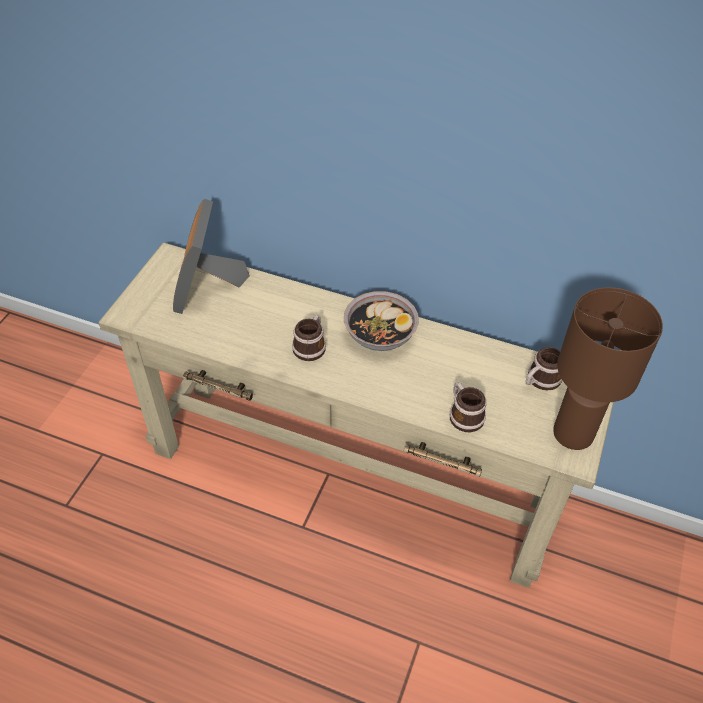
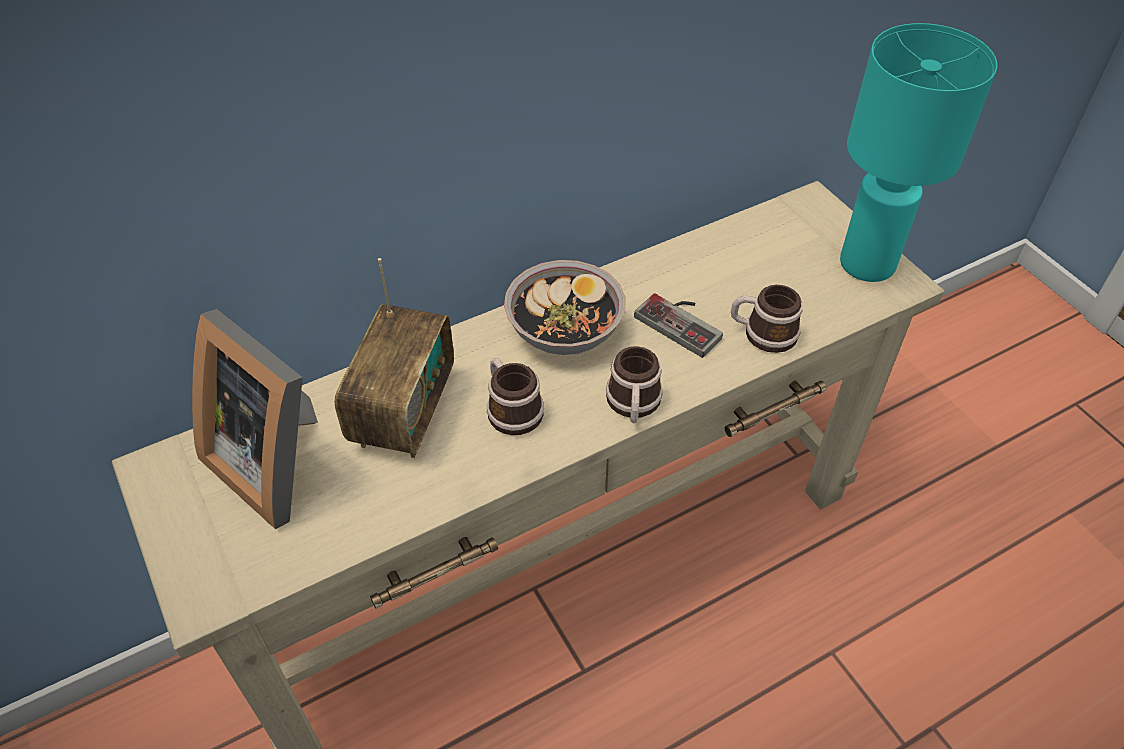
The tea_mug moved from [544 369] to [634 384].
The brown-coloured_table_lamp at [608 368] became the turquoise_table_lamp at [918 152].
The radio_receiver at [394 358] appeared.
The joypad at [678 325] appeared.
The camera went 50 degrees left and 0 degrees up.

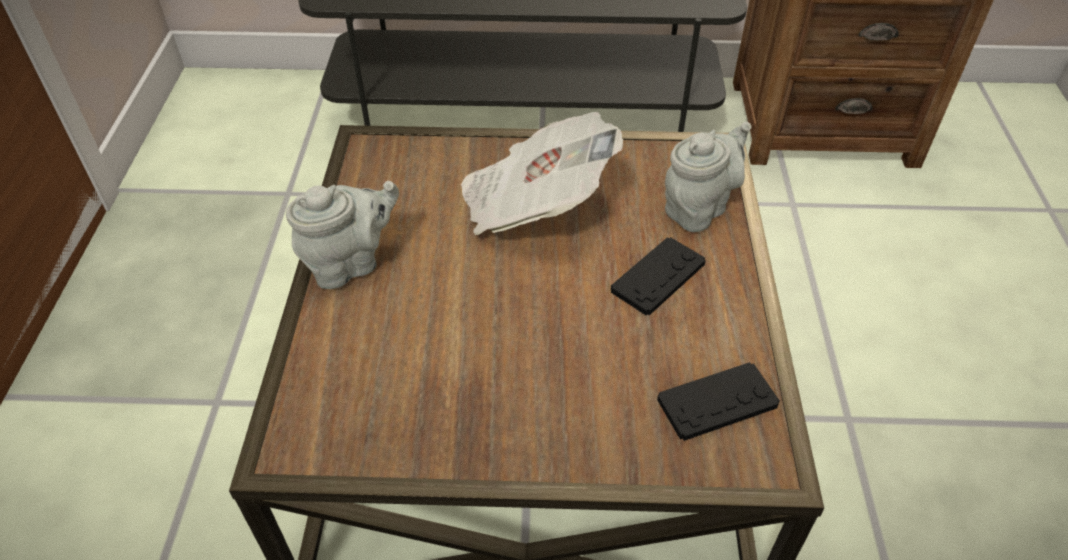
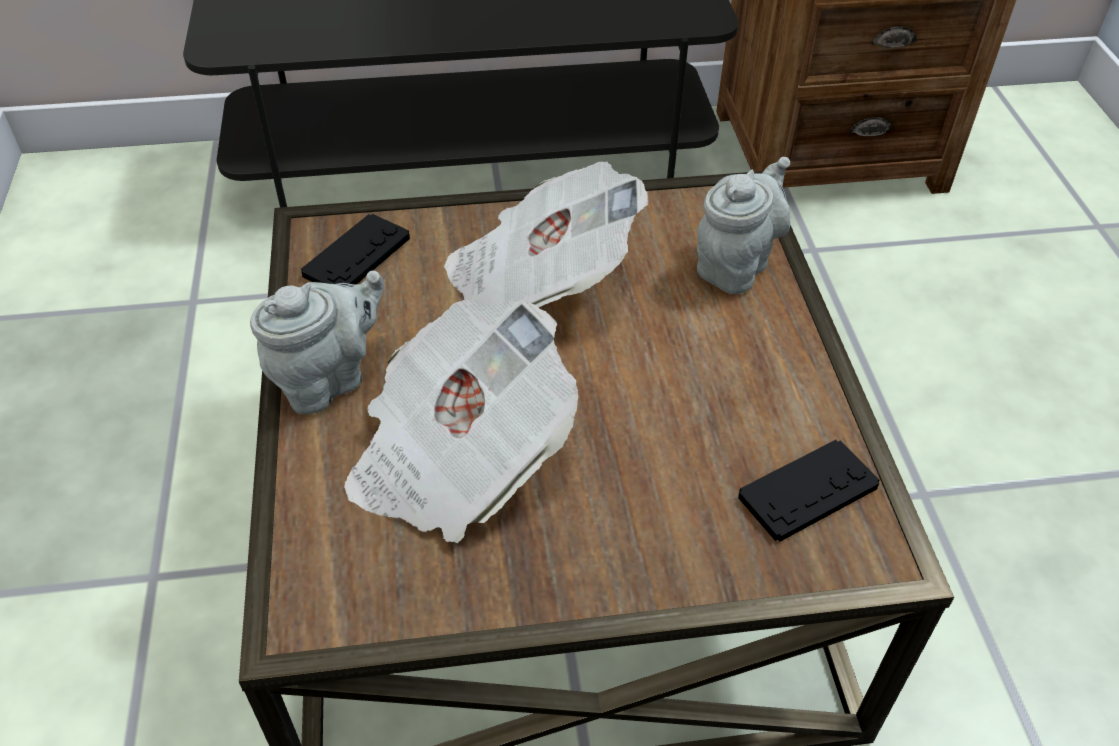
The black_joypad moved from [658 276] to [355 249].
The printed_paper at [461 421] appeared.
The camera went 10 degrees left and 0 degrees up.

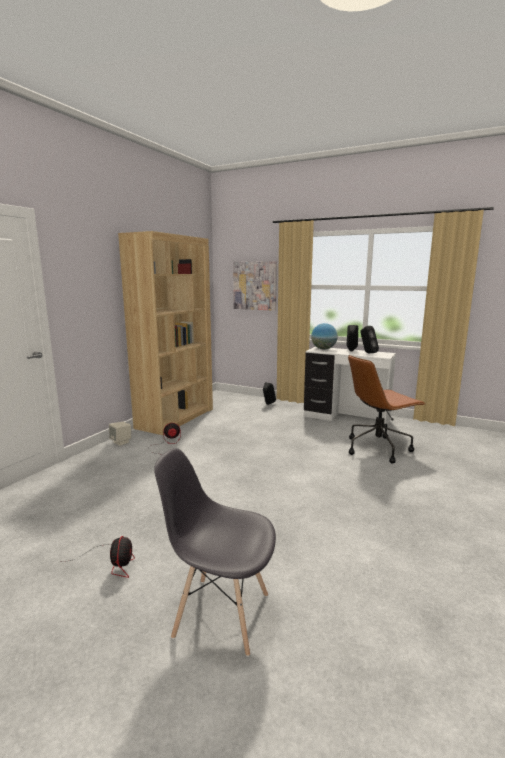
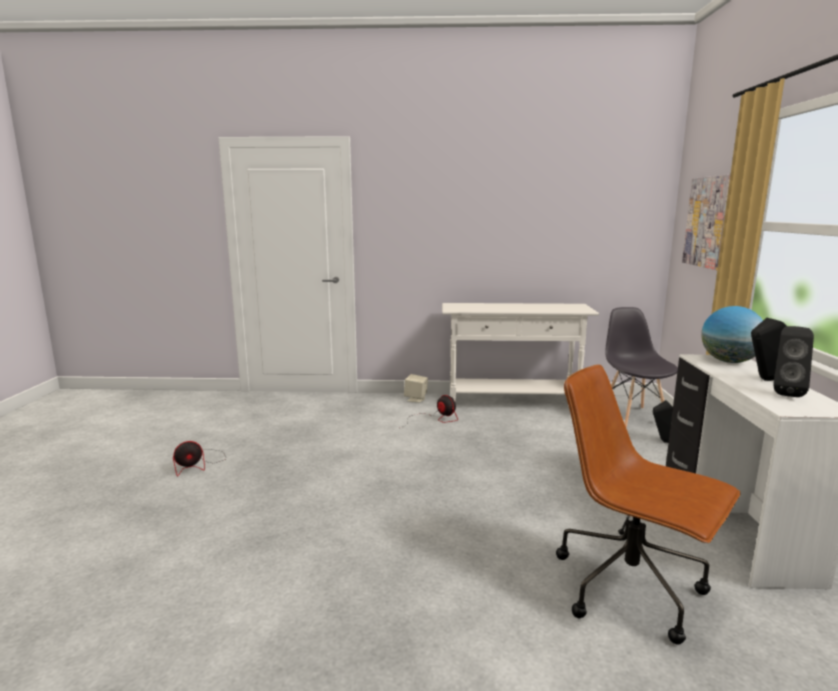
The brown-coloured_bookshelf at [165 333] was replaced by the whitish_narrow_table at [520 352].
The gray_chair moved from [215 552] to [641 367].
The camera went 65 degrees right and 0 degrees up.

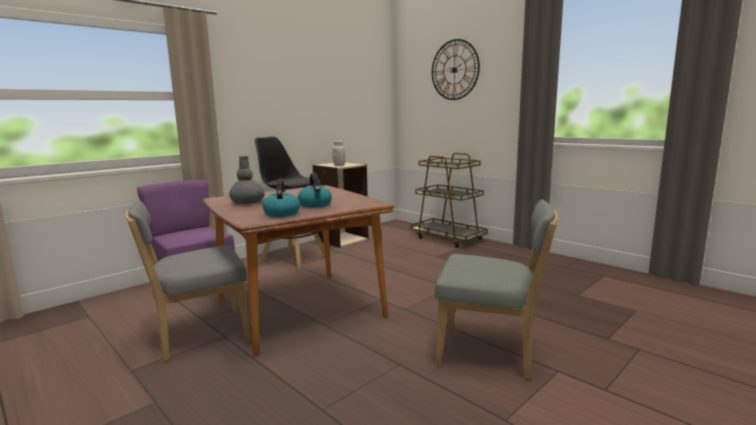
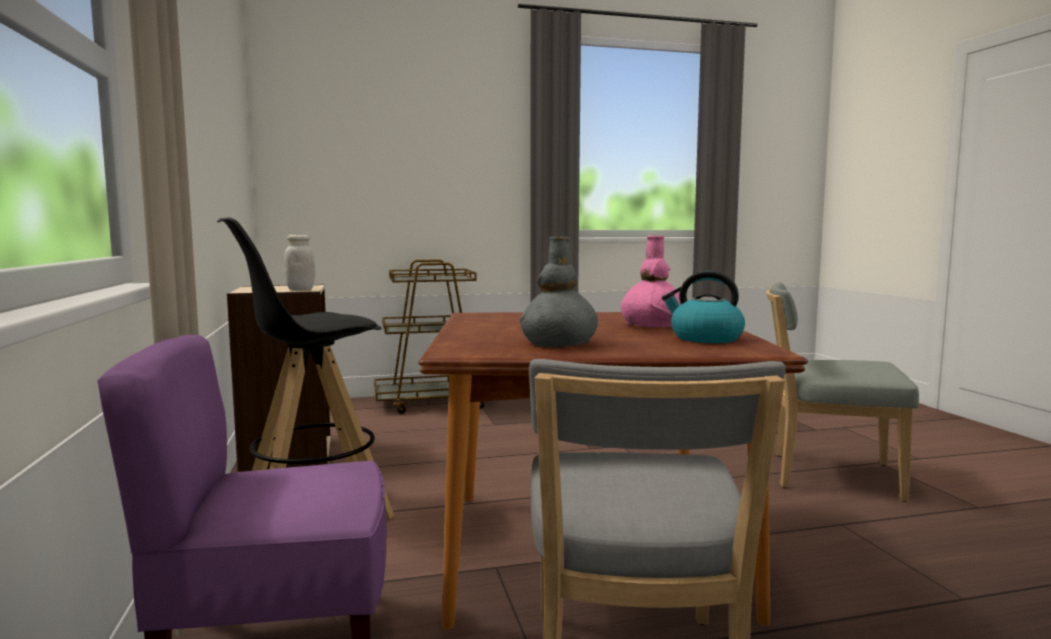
The kettle at [315 190] was replaced by the pink-coloured_vase at [651 281].
The clock_on_the_wall at [456 69] disappeared.
The gray_chair at [496 289] turned 120 degrees counterclockwise.
The camera went 60 degrees left and 5 degrees down.

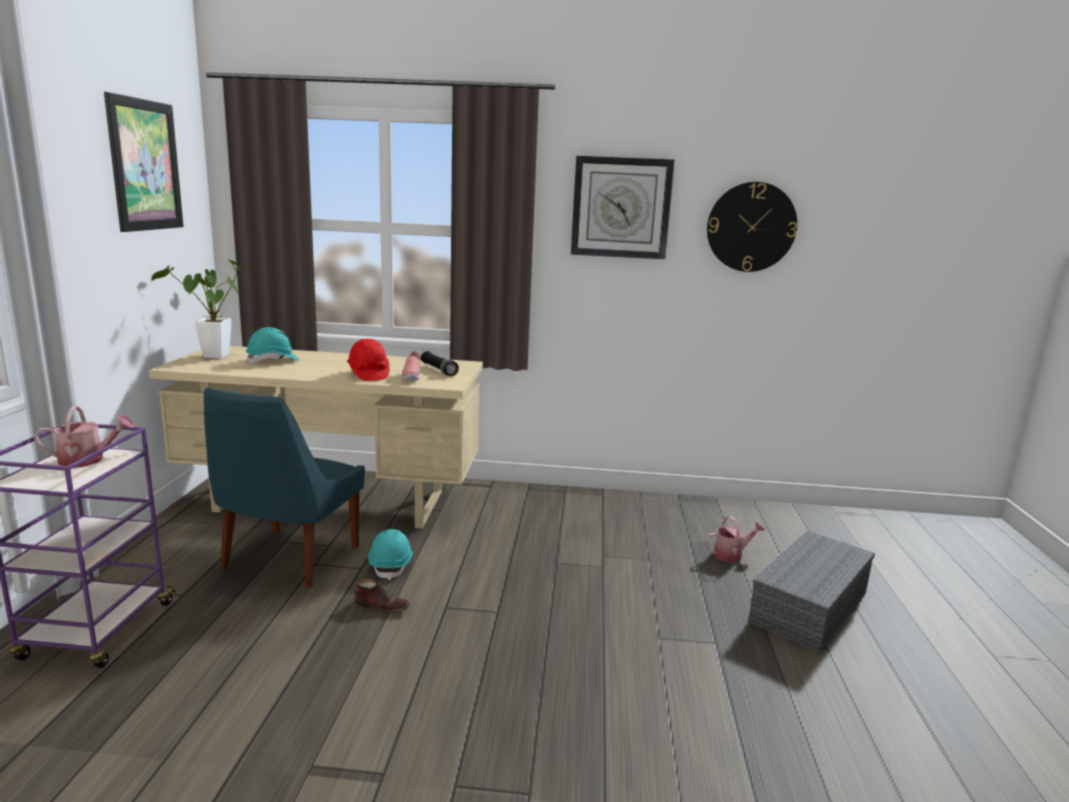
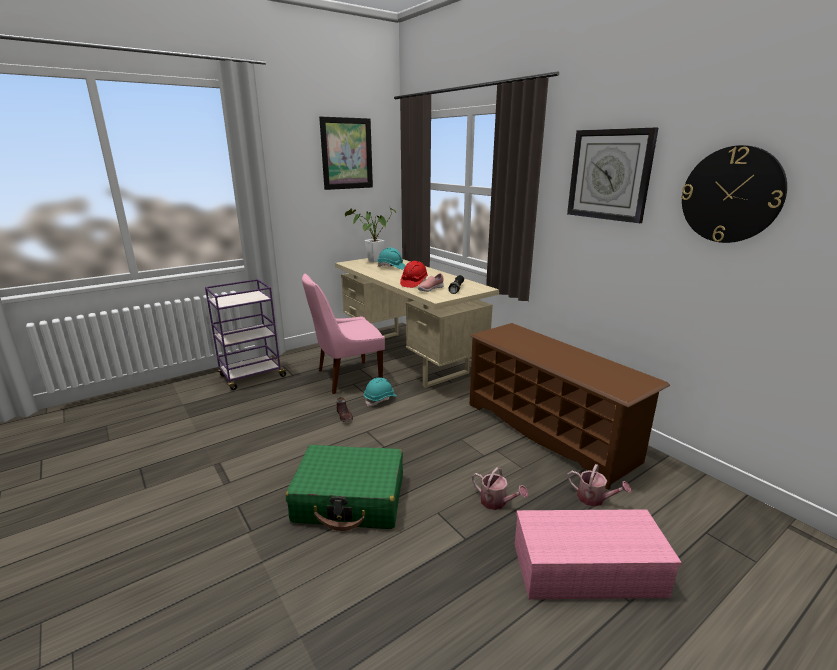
The sprinkling_can moved from [84 436] to [500 488].
The blue_chair at [284 488] became the pink-coloured_chair at [343 334].
The gray_storage_bin at [811 591] became the pink-coloured_storage_bin at [598 554].
The green-coloured_suitcase at [344 488] appeared.
The brown-coloured_shoe_shelf at [569 406] appeared.
The camera went 50 degrees right and 5 degrees up.

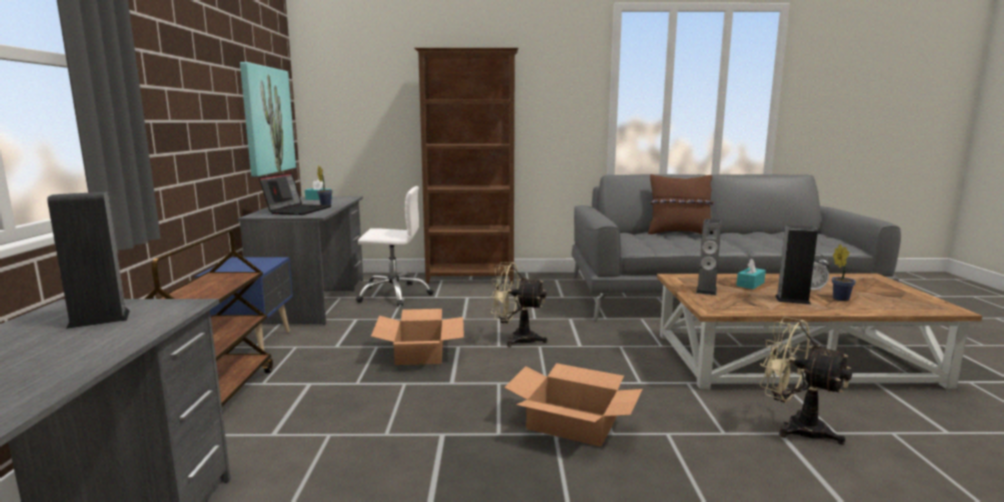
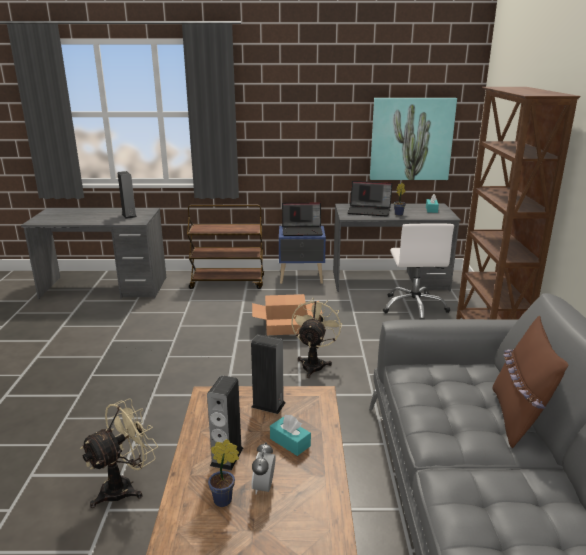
The cardboard_box at [573 405] disappeared.
The laptop at [302 219] appeared.
The camera went 90 degrees right and 10 degrees up.

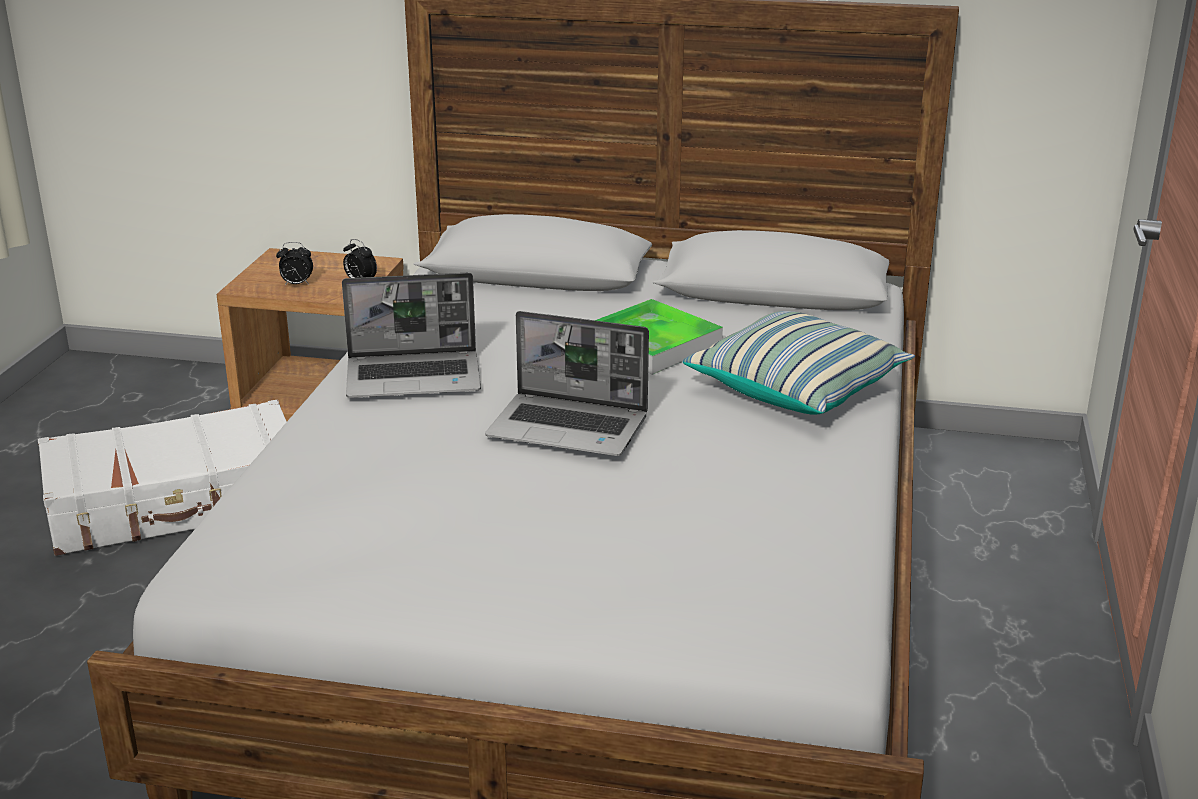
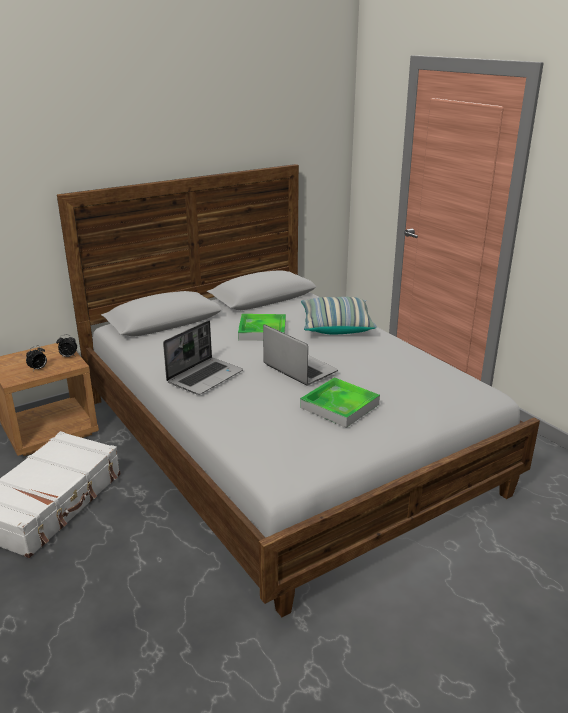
The laptop at [567 383] turned 105 degrees counterclockwise.
The serving_tray at [340 402] appeared.
The camera went 45 degrees left and 0 degrees up.

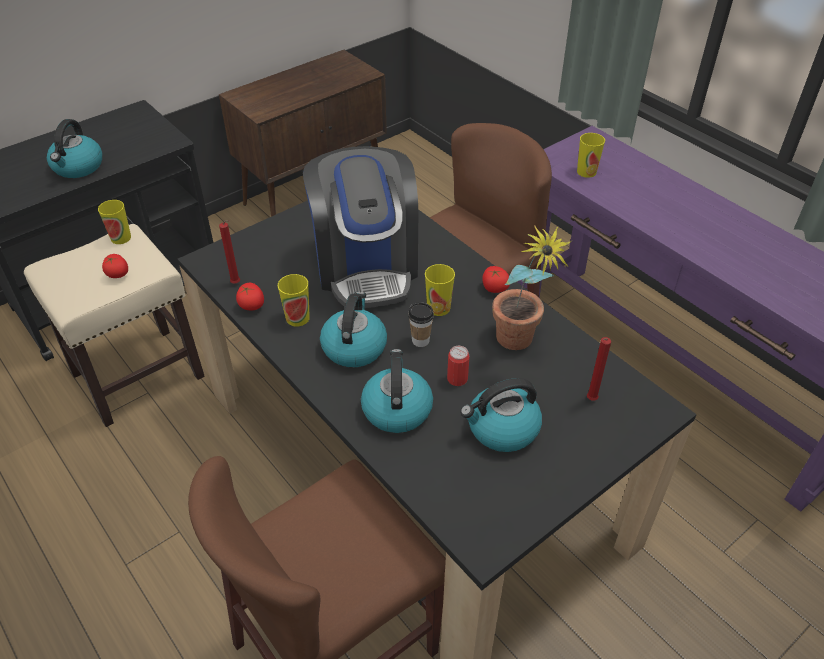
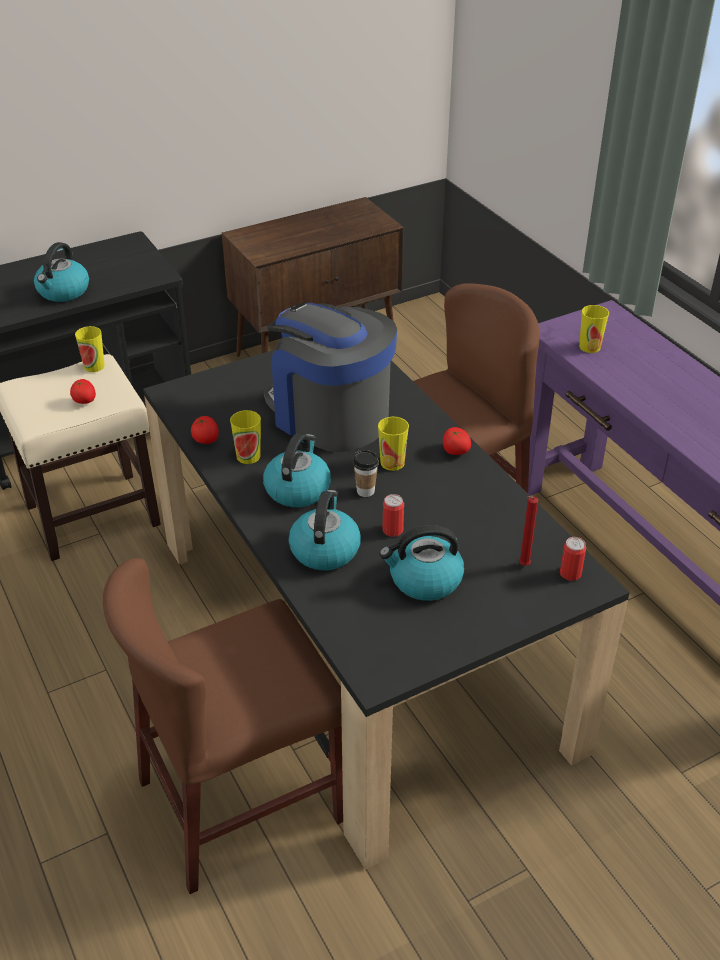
The red_candle at [229 252] disappeared.
The coffee_maker at [360 227] turned 135 degrees clockwise.
The plant_in_a_pot at [532 287] disappeared.
The can at [573 559] appeared.
The camera went 10 degrees right and 5 degrees down.

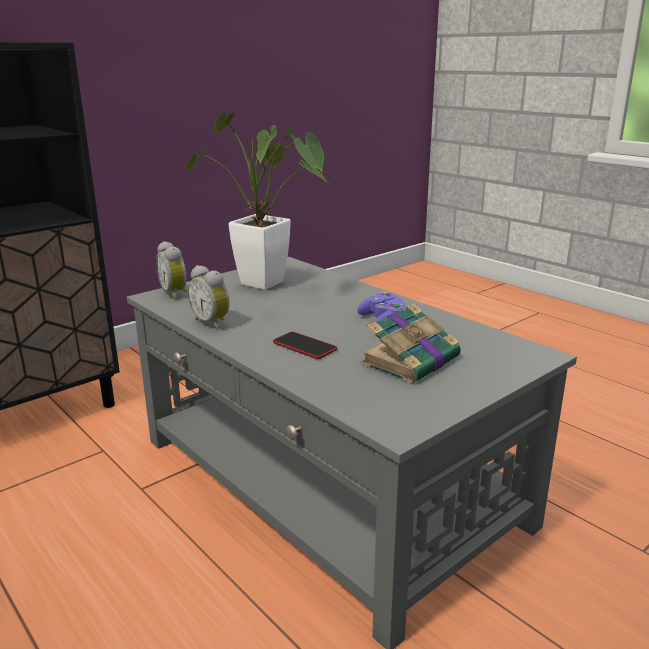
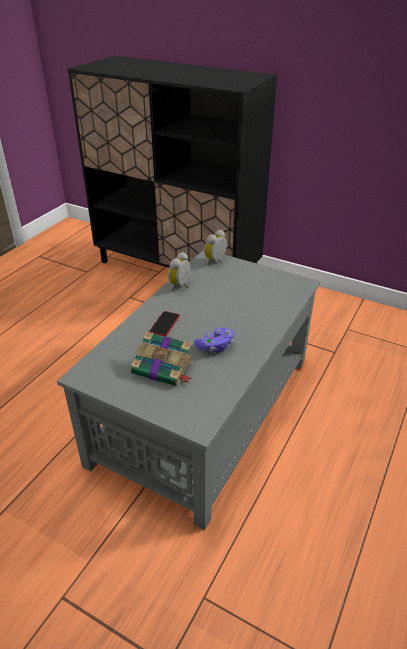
The plant_in_a_pot at [257 201] disappeared.
The camera went 70 degrees right and 15 degrees up.

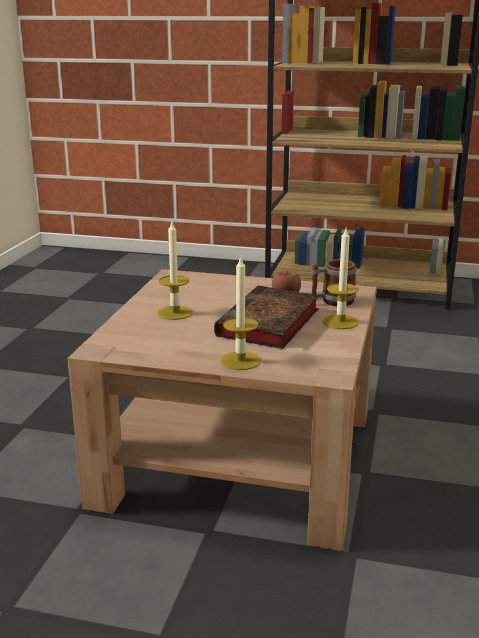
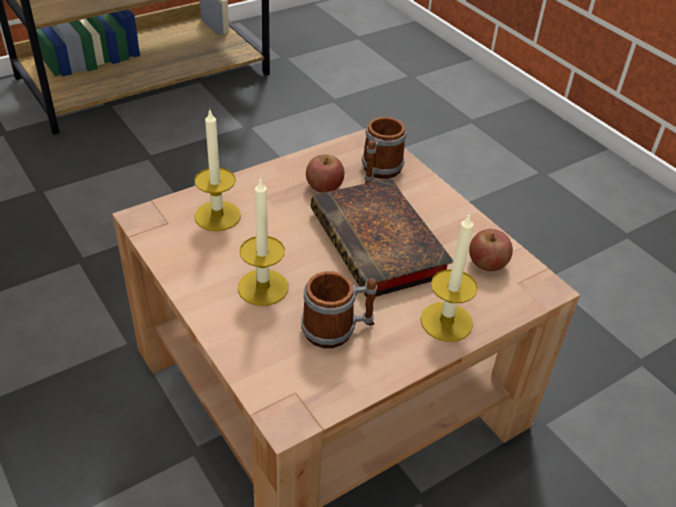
The candle moved from [341 278] to [217 170].
The tea_mug at [339 309] appeared.
The apple at [491 250] appeared.
The camera went 50 degrees left and 20 degrees up.

